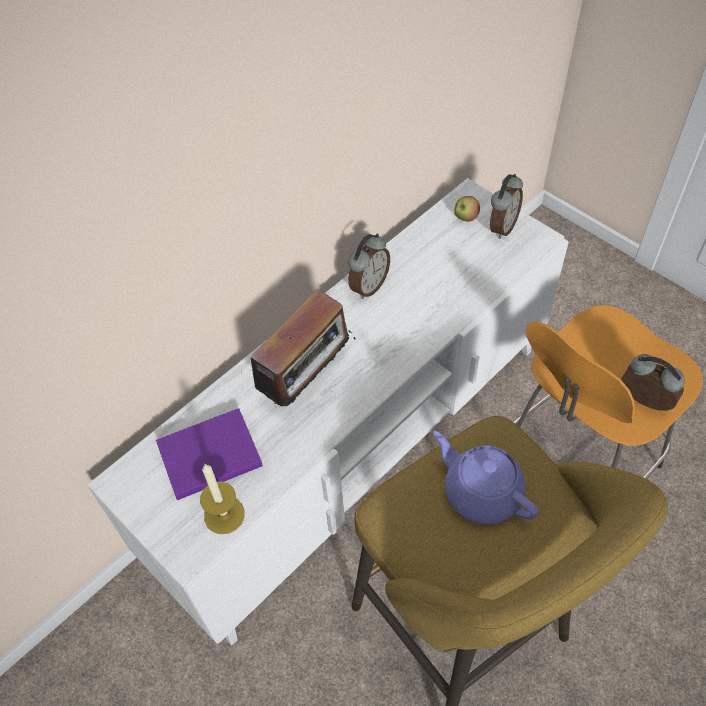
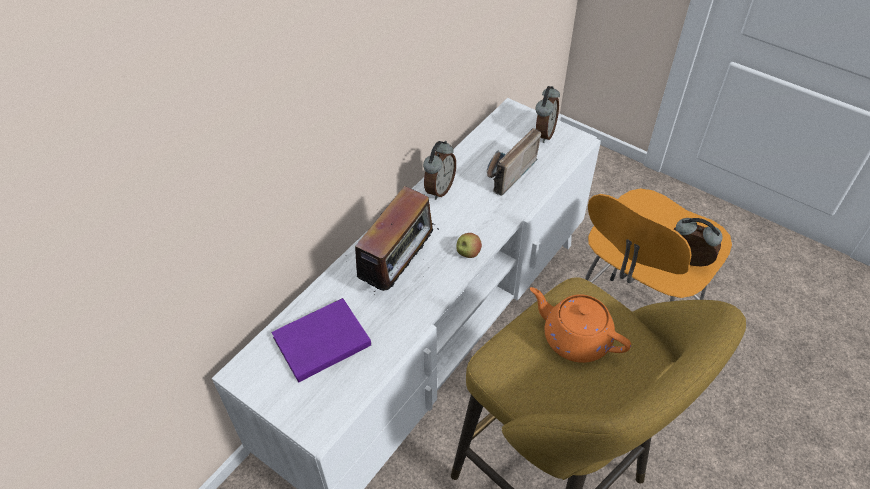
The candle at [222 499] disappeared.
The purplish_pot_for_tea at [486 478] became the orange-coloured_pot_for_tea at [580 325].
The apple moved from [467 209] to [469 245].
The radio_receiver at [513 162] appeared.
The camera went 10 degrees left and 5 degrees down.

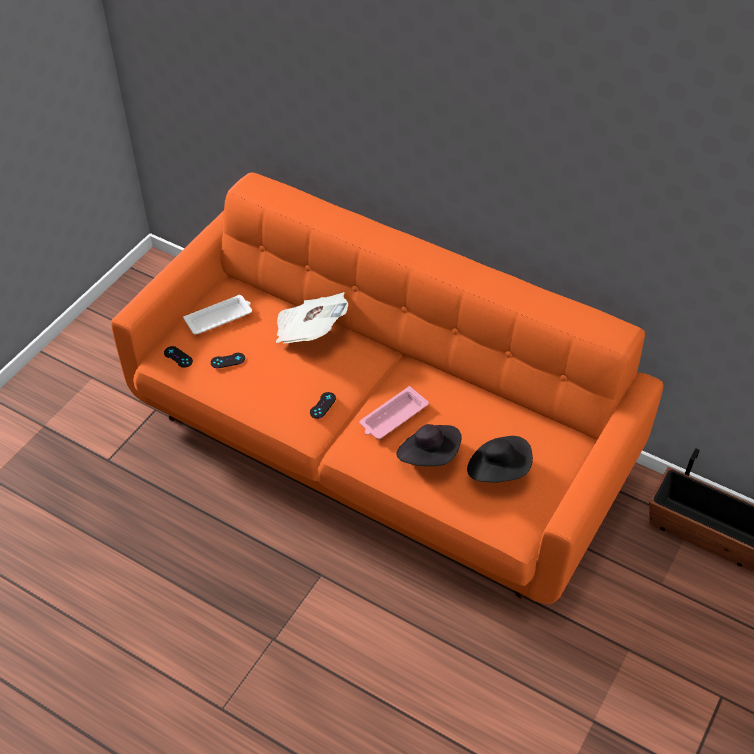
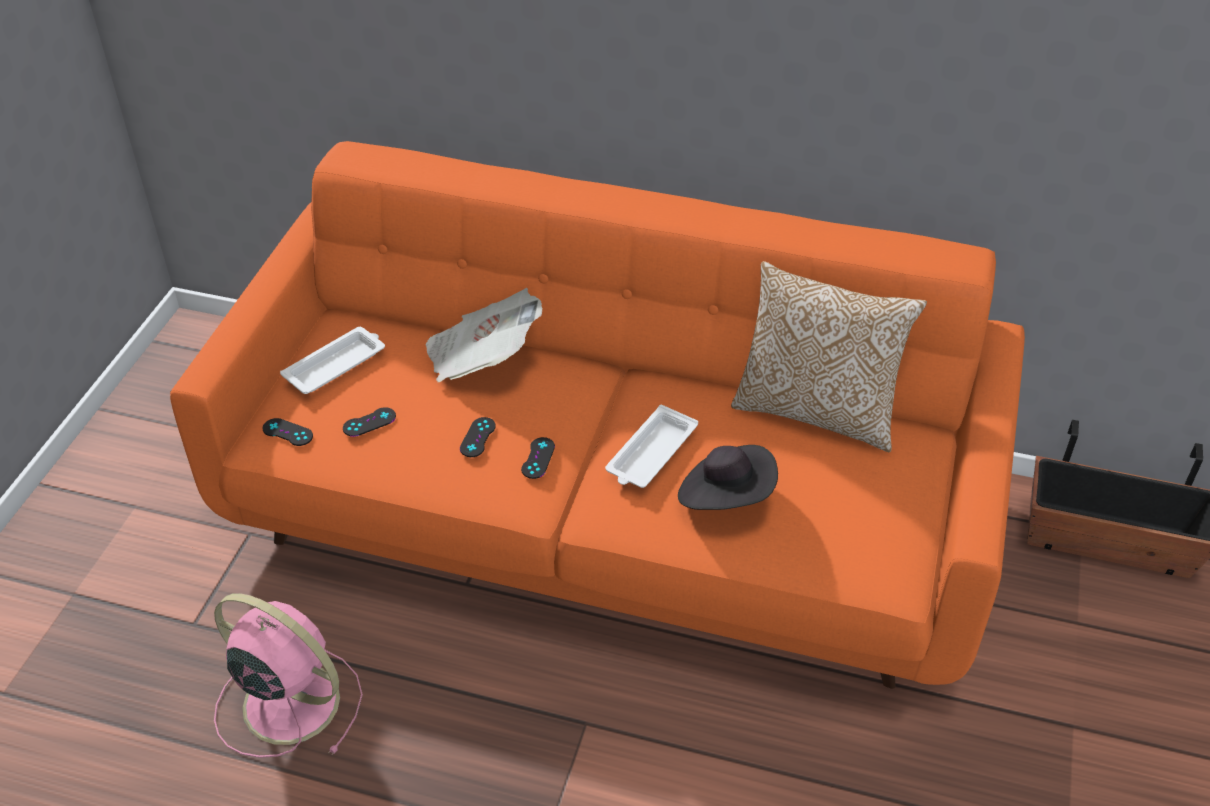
The pink-coloured_serving_tray at [394 412] became the whitish_serving_tray at [651 446].
The black_wearable_hat at [500 459] disappeared.
The pink-coloured_cooling_fan at [288 675] appeared.
The black_joypad at [478 437] appeared.
The pillow at [829 356] appeared.
The camera went 15 degrees left and 5 degrees down.

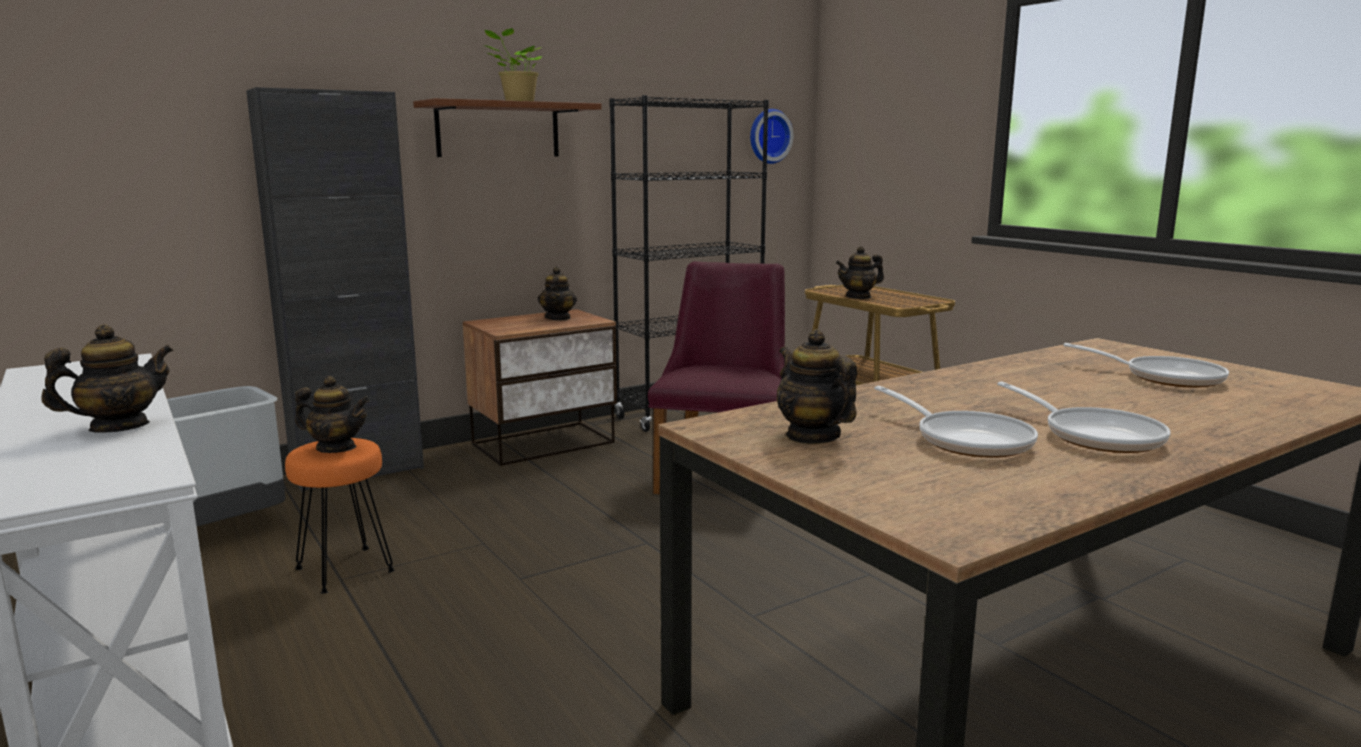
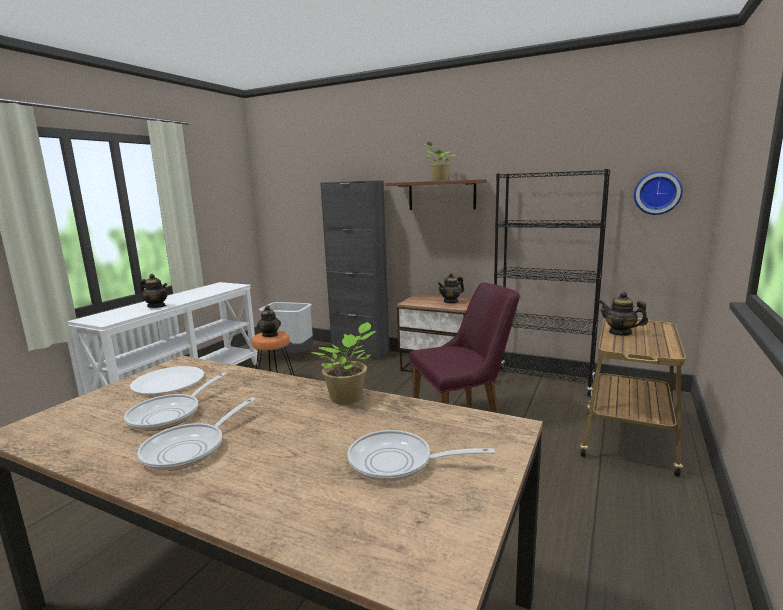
The pot_for_tea at [817 386] was replaced by the whitish_flat_dish at [167 380].
The pan at [1146 365] turned 90 degrees clockwise.
The plant_in_a_pot at [343 363] appeared.
The camera went 60 degrees right and 0 degrees up.

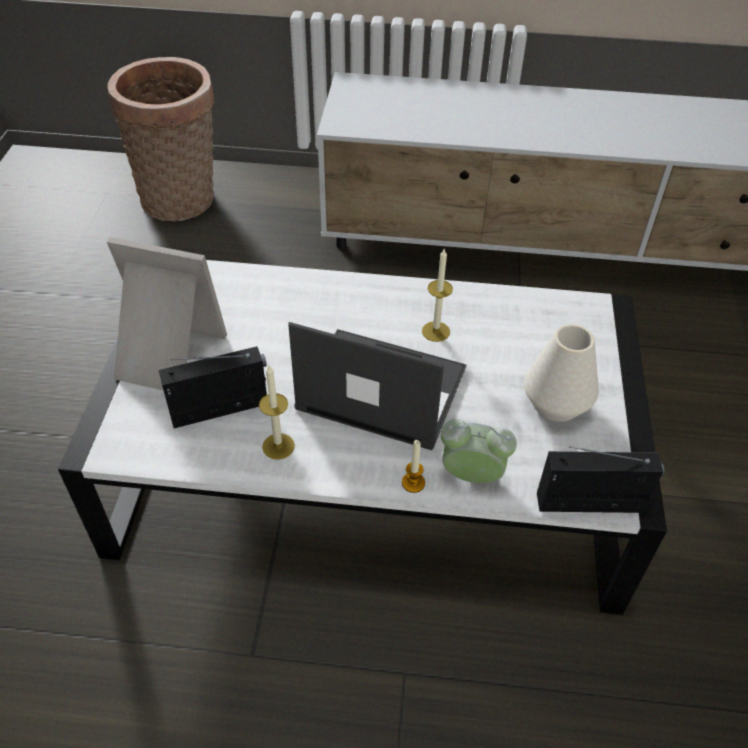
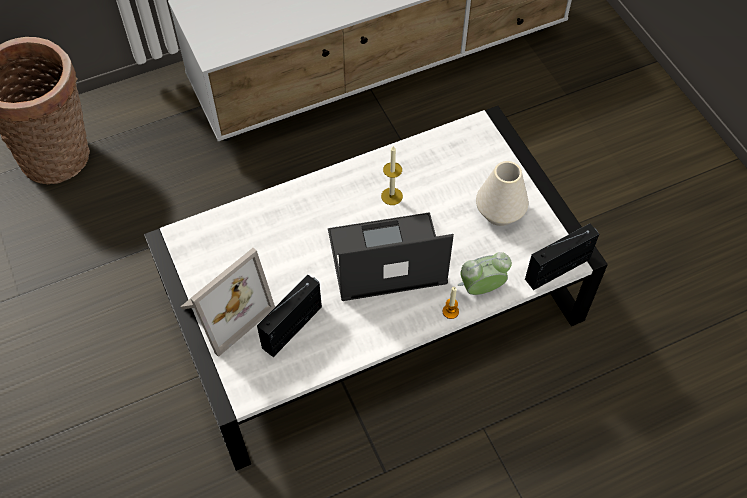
The photo_frame at [167 314] turned 150 degrees clockwise.
The candle at [277 412] disappeared.
The camera went 30 degrees left and 10 degrees up.

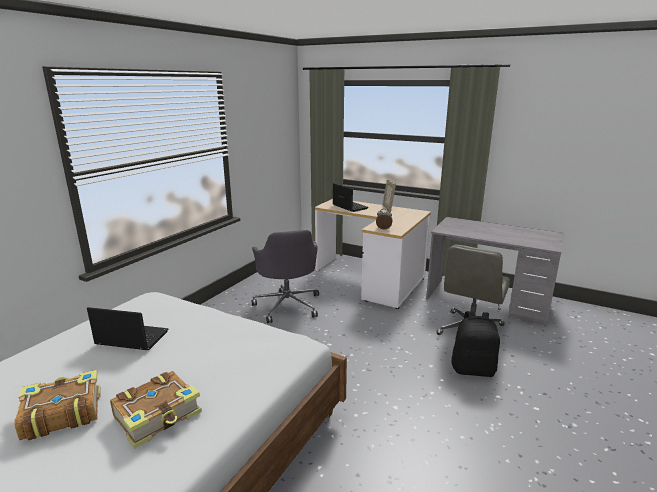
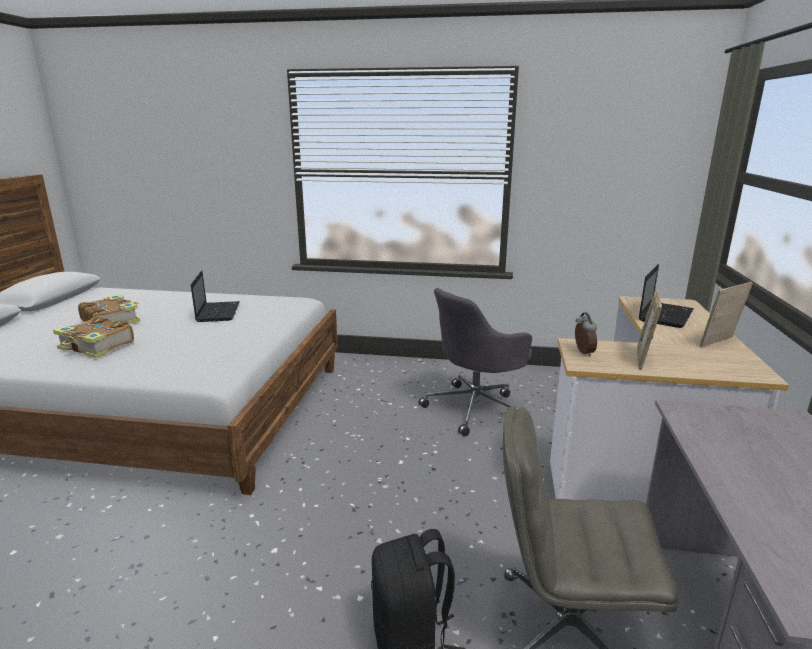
The photo_frame at [649 329] appeared.
The camera went 70 degrees right and 0 degrees up.

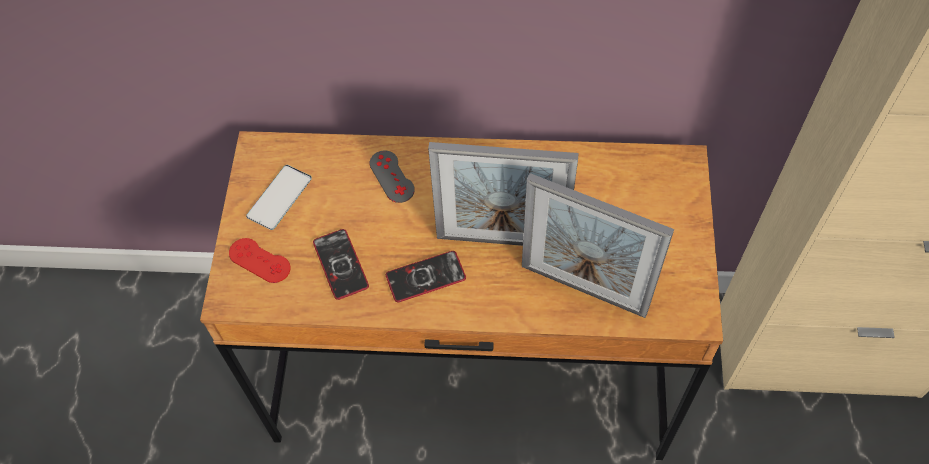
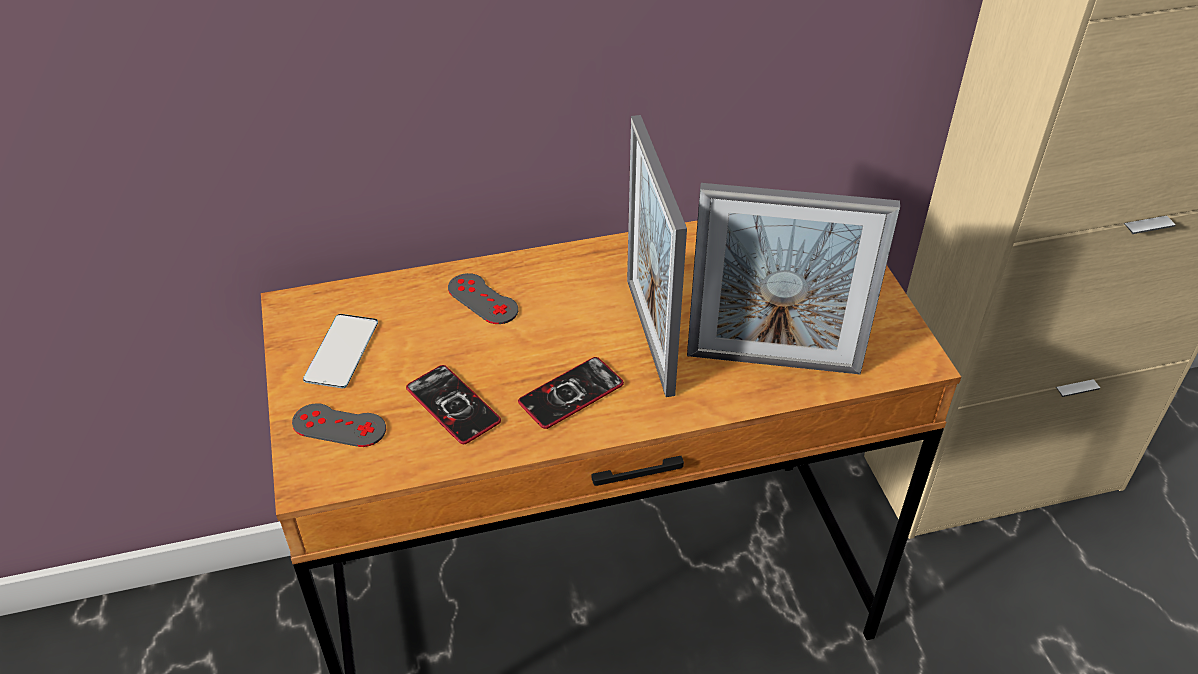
The red_joypad at [259 260] became the gray_joypad at [339 425].
The photo_frame at [503 194] turned 90 degrees clockwise.
The camera went 20 degrees left and 15 degrees down.

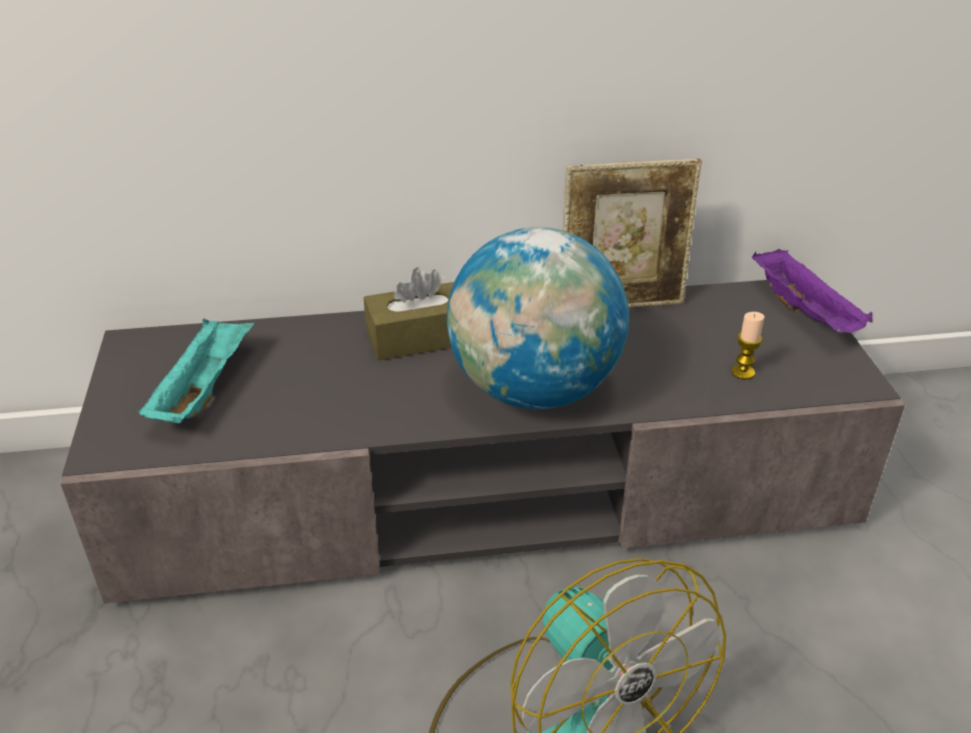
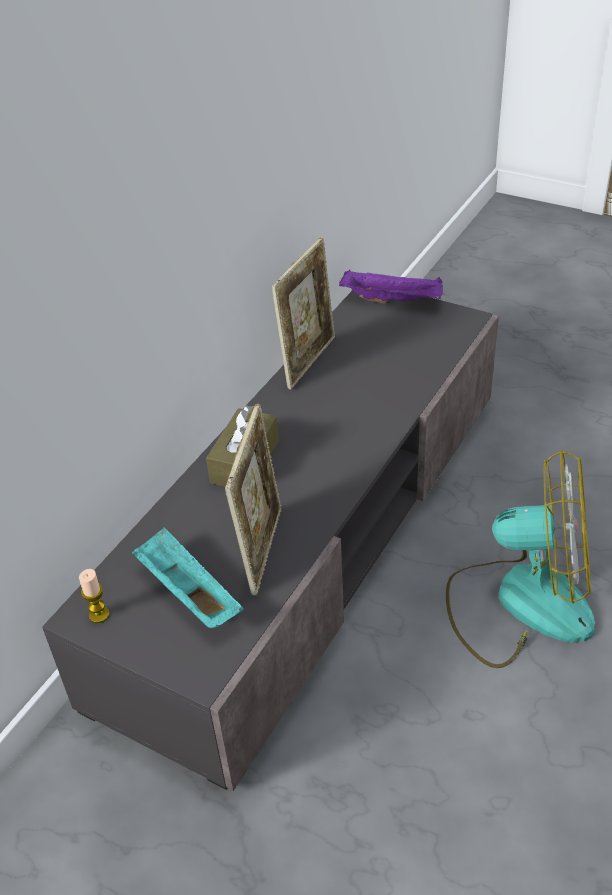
The world_globe at [538 318] disappeared.
The candle moved from [747 346] to [94 596].
The photo_frame at [253 500] appeared.
The camera went 50 degrees left and 5 degrees up.

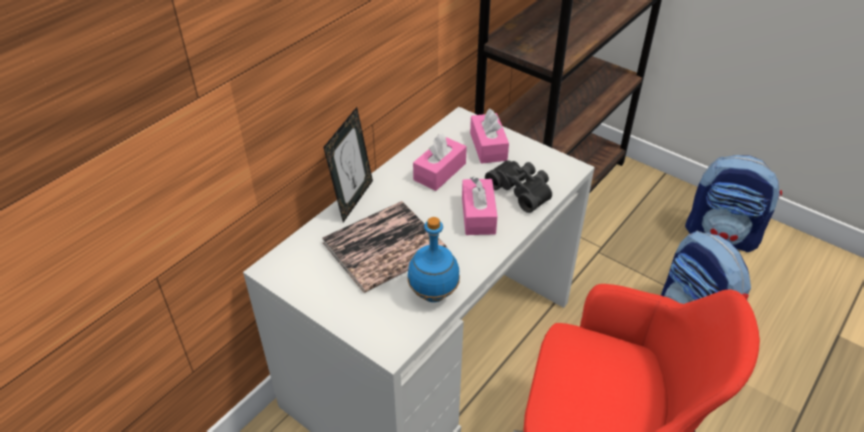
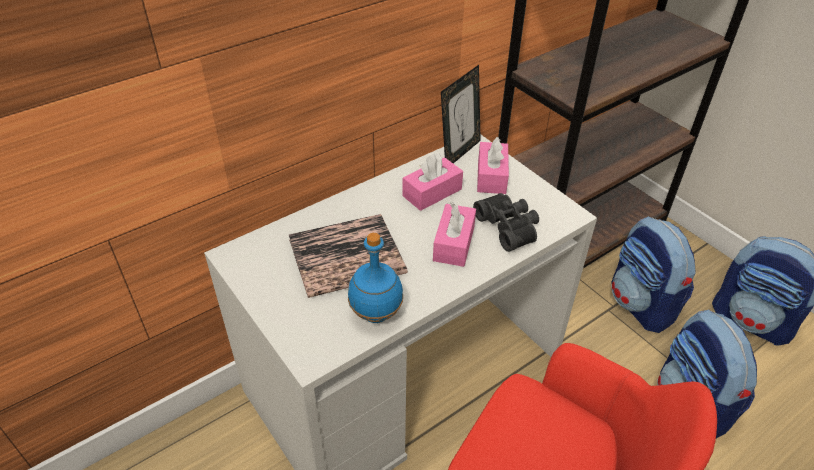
The photo_frame moved from [348 165] to [461 114].
The knapsack at [653 274] appeared.
The camera went 15 degrees right and 0 degrees up.

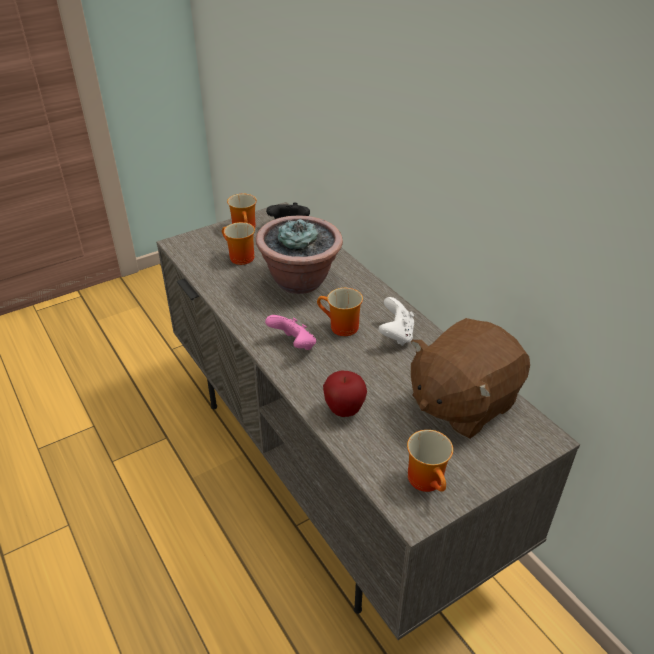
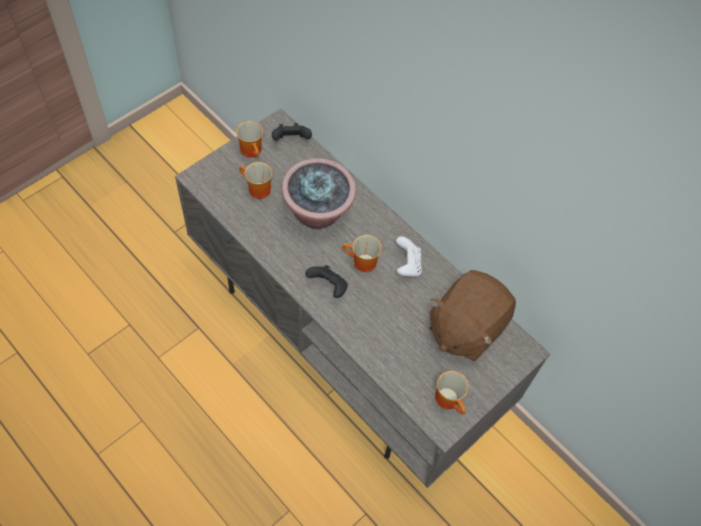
The pink-coloured_joypad at [290 332] became the black_joypad at [326 281].
The apple at [345 394] disappeared.
The camera went 15 degrees left and 20 degrees up.

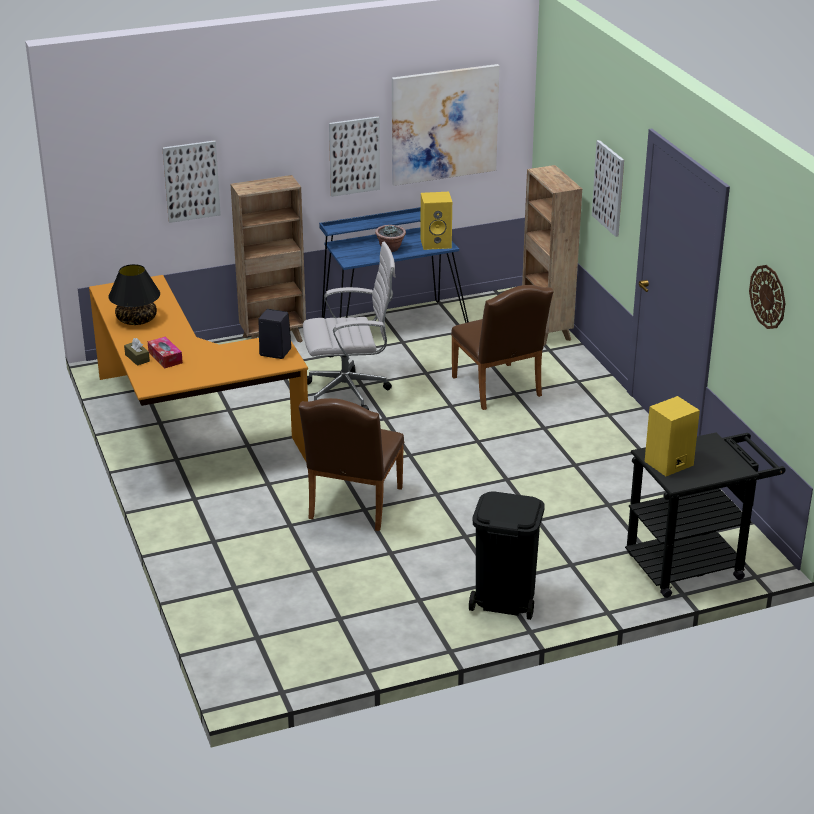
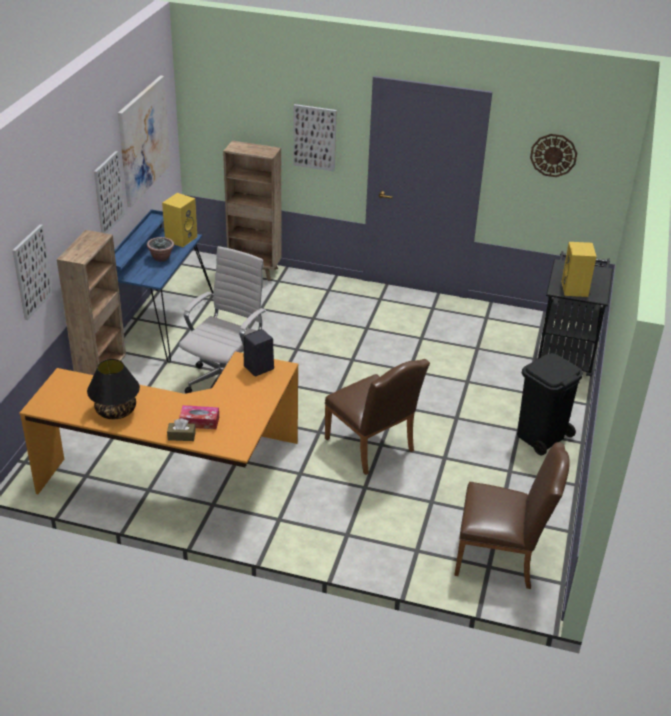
The brown-coloured_chair moved from [502 347] to [512 515].
The camera went 55 degrees left and 5 degrees up.

